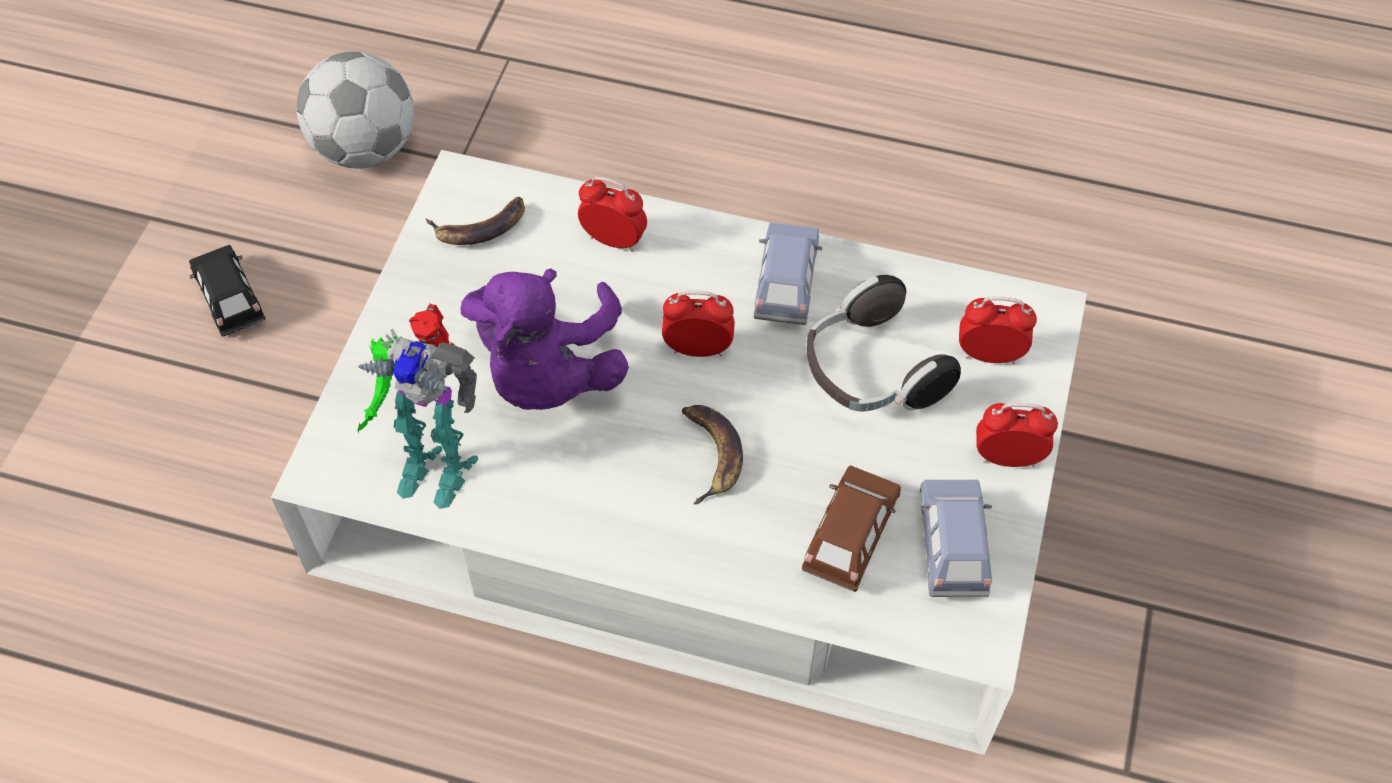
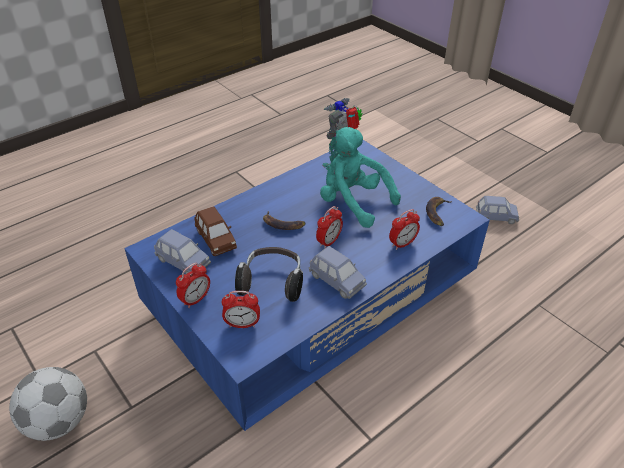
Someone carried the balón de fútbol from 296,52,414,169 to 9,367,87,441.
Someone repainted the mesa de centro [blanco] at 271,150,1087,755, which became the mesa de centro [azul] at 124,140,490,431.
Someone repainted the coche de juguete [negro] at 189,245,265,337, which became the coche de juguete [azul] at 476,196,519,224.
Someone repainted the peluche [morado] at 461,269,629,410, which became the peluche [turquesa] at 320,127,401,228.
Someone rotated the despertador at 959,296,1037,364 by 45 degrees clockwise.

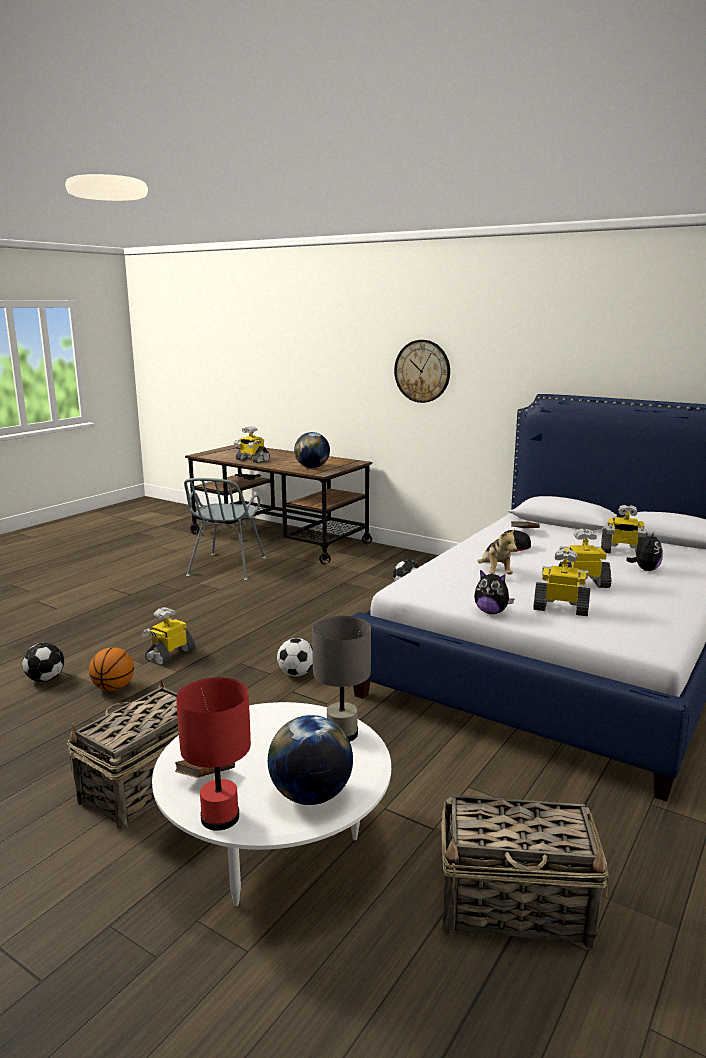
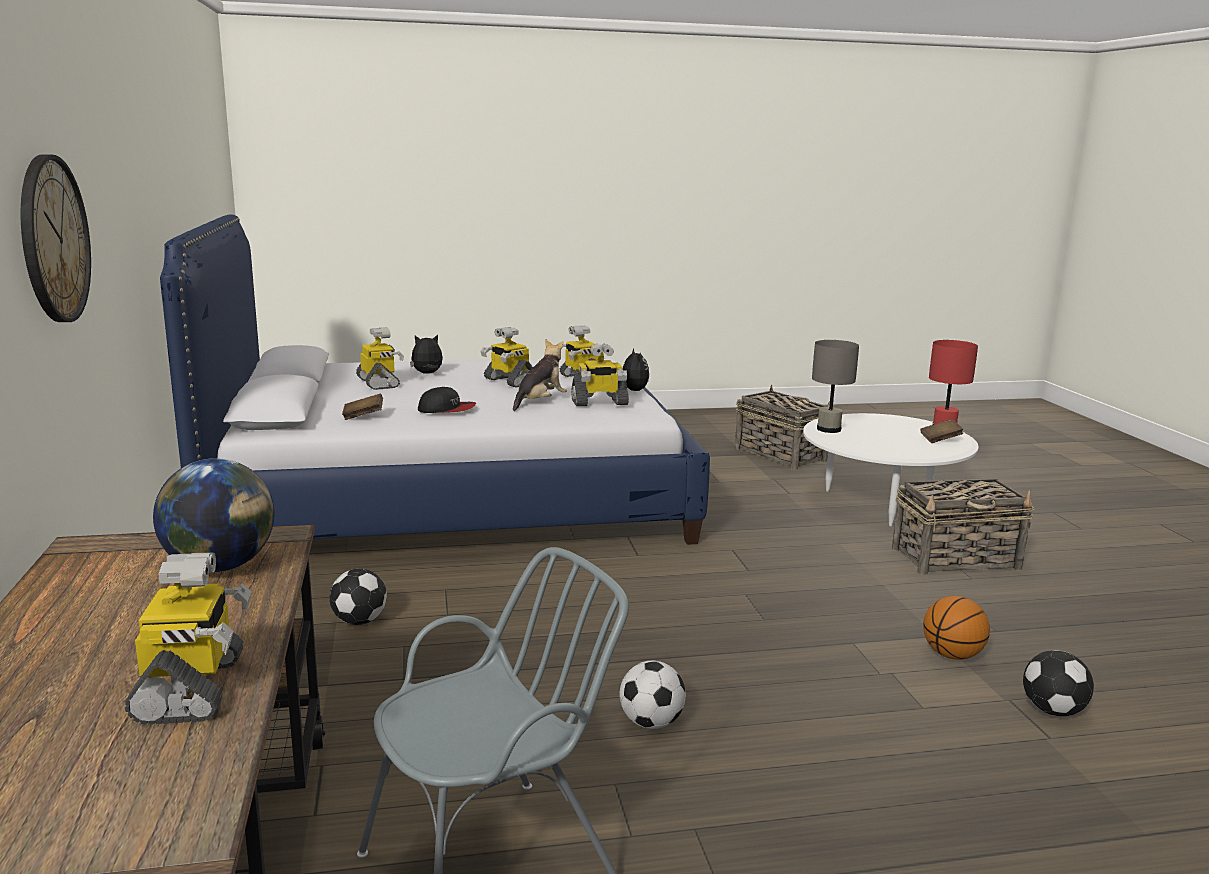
Someone carried the robot de juguete from 142,607,195,665 to 571,343,629,406.
Someone carried the balón de fútbol from 277,638,313,676 to 619,661,686,729.
Someone took away the globo terráqueo at 268,715,353,805.

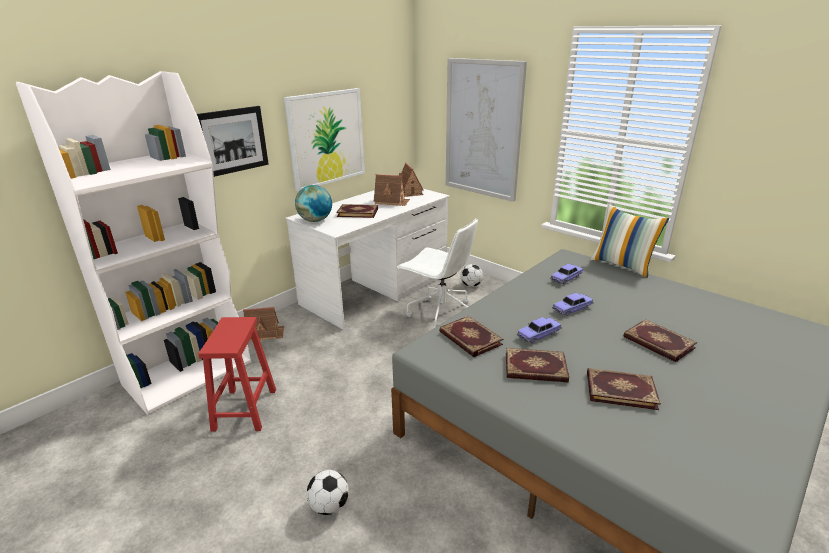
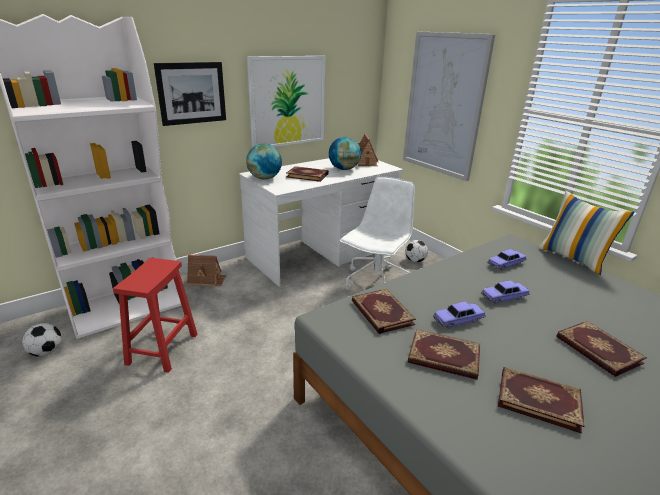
Someone swapped the casita at 374,174,410,206 for the globo terráqueo at 329,137,361,170.
Someone rotated the silla de oficina [blanco] at 397,218,478,329 by 105 degrees counterclockwise.
Someone carried the balón de fútbol from 306,470,349,515 to 22,323,62,357.

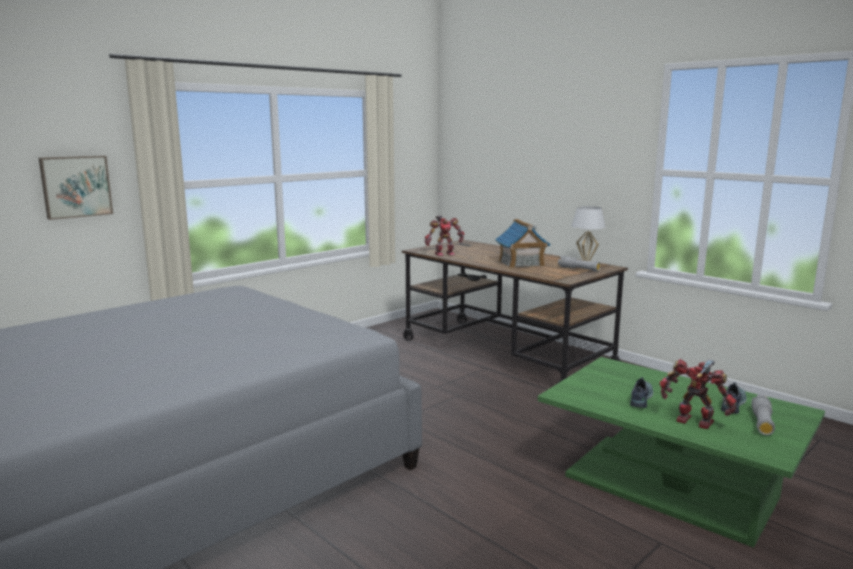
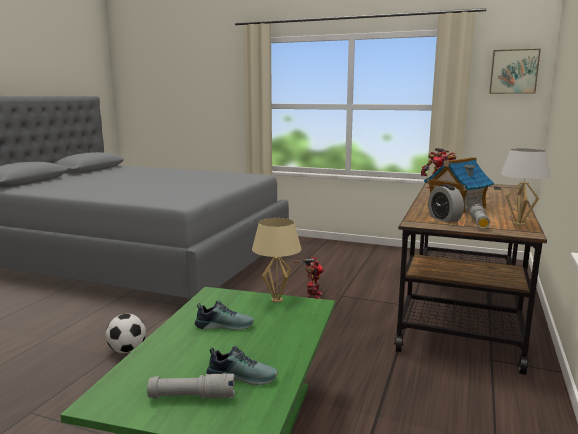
Someone carried the cuadro from 39,156,113,220 to 489,49,541,94.
Someone carried the robot de juguete from 660,359,737,429 to 294,257,324,299.
Someone put down the despertador at 428,184,464,223.
Someone put down the lámpara de mesa [beis] at 252,218,301,303.
Someone put down the balón de fútbol at 106,314,146,353.

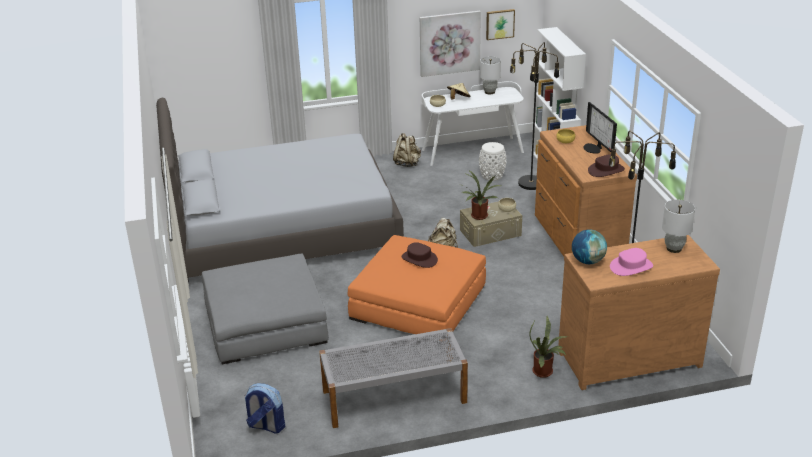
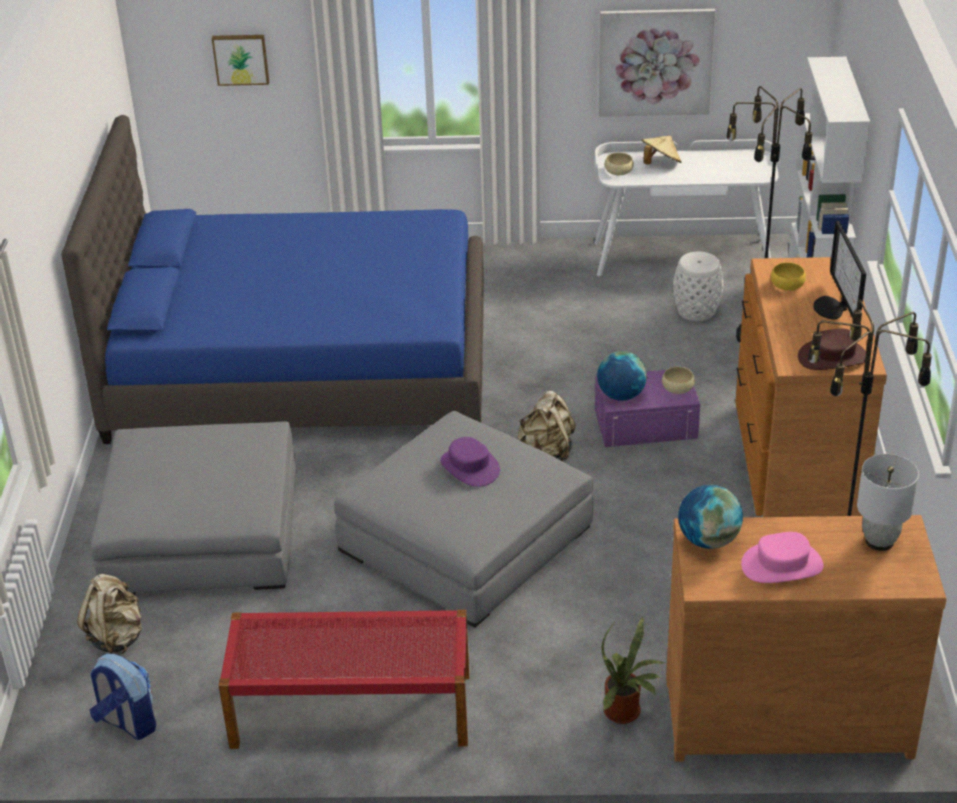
Someone carried the cuadro from 486,9,515,40 to 212,35,269,86.
Someone took away the lámpara de mesa [blanco] at 480,56,501,94.
Someone repainted the cama [gris] at 156,98,404,284, which became the cama [azul] at 61,115,484,444.
Someone carried the mochila [beis] from 393,133,421,167 to 77,574,142,654.
Someone swapped the planta en maceta at 462,170,501,220 for the globo terráqueo at 597,351,647,401.
Someone repainted the caja de almacenaje [beis] at 460,201,522,247, which became the caja de almacenaje [morado] at 595,368,700,447.
Someone repainted the puf [naranja] at 348,235,486,343, which became the puf [gris] at 334,411,593,628.
Someone repainted the sombrero [marrón] at 402,242,438,268, which became the sombrero [morado] at 440,437,500,487.
Someone repainted the banco [gris] at 319,328,468,428, which became the banco [rojo] at 219,610,469,749.

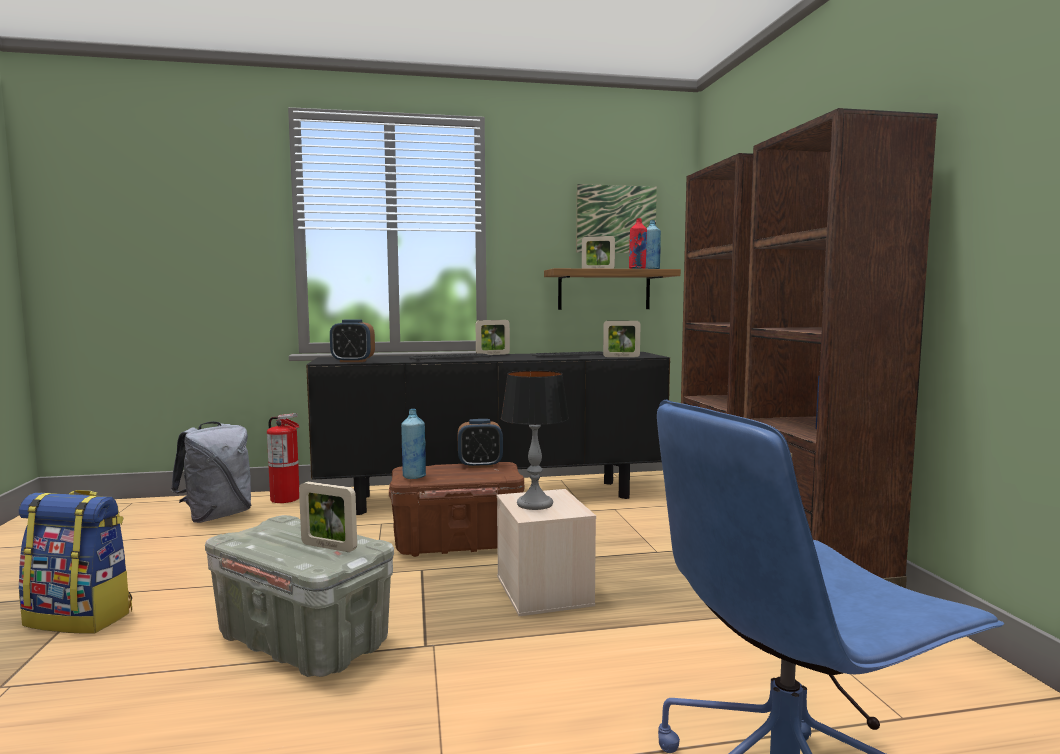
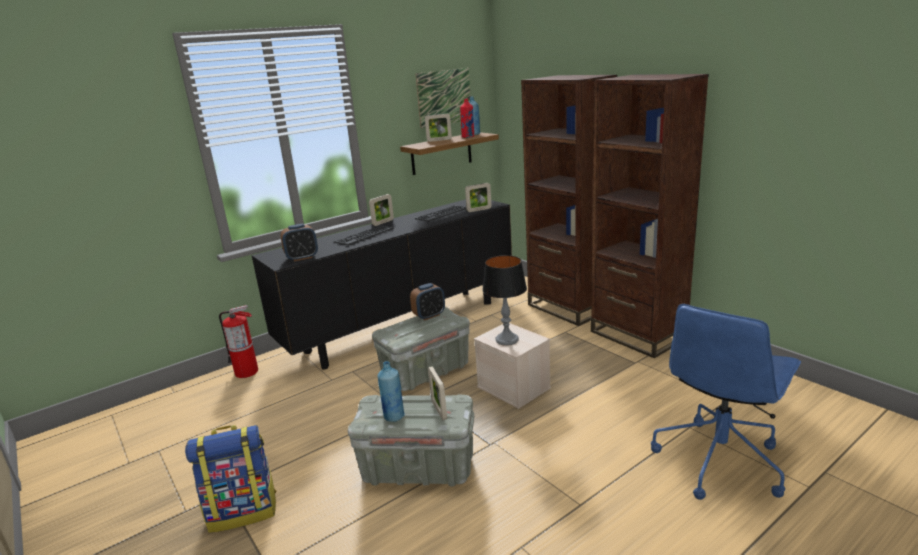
Someone carried the botella [azul] from 401,409,426,479 to 377,361,405,422.
Someone took away the mochila [gris] at 170,421,252,523.
Someone repainted the caja de almacenaje [marrón] at 389,462,524,557, which became the caja de almacenaje [gris] at 372,307,470,391.
Someone rotated the portarretratos at 299,482,357,552 by 75 degrees clockwise.

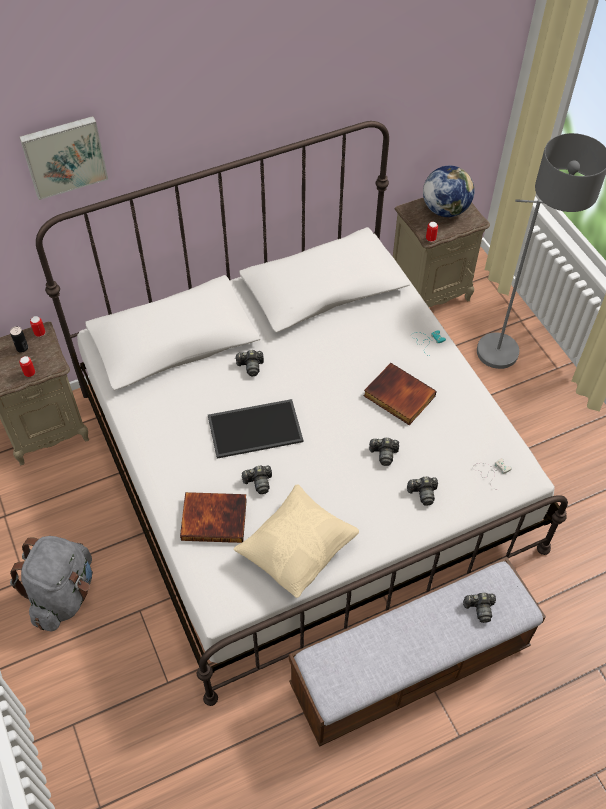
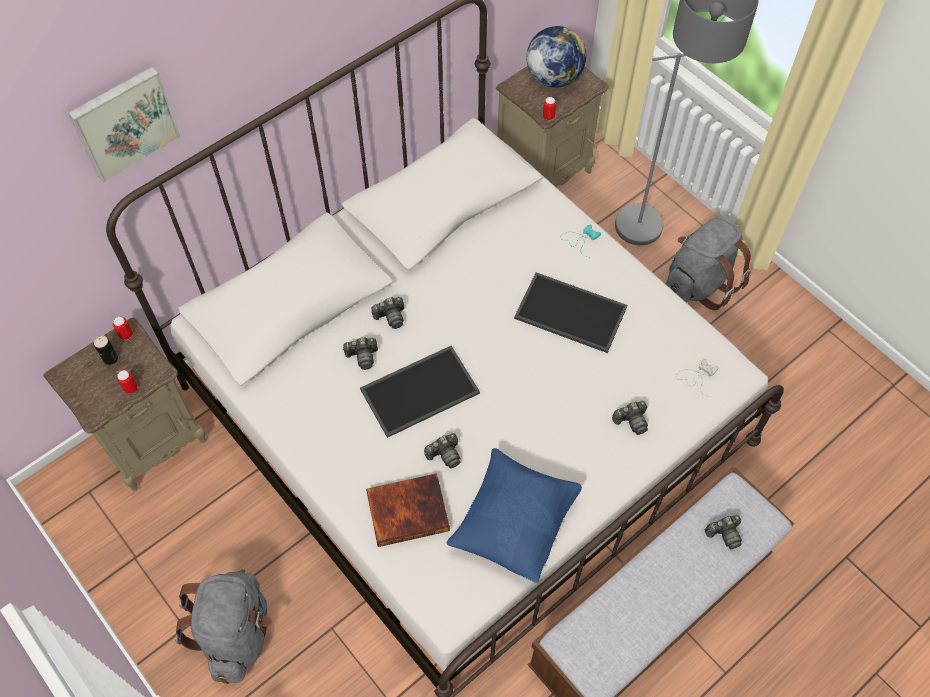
Someone swapped the libro at 364,363,437,425 for the bandeja at 514,272,628,353.
Someone carried the cámara from 369,438,399,466 to 343,337,378,370.
Someone repainted the cojín [beis] at 234,484,359,598, which became the cojín [azul] at 446,448,582,583.
Someone put down the mochila [gris] at 666,217,751,310.

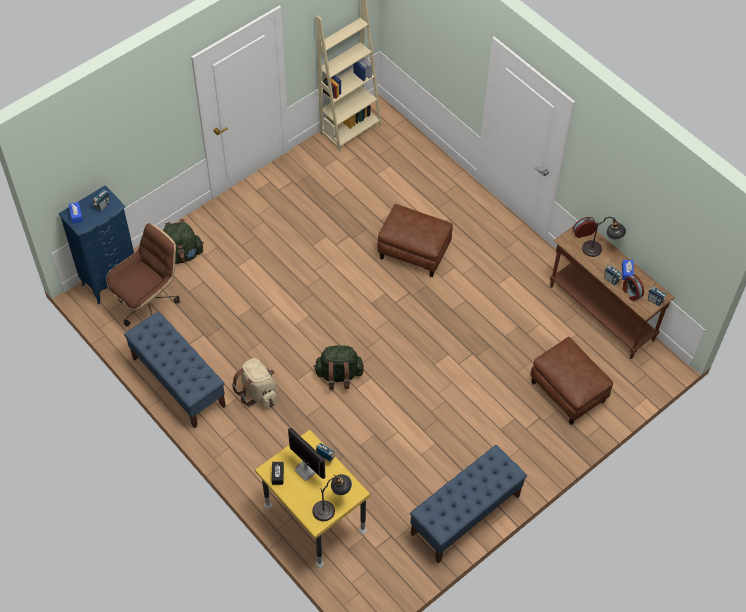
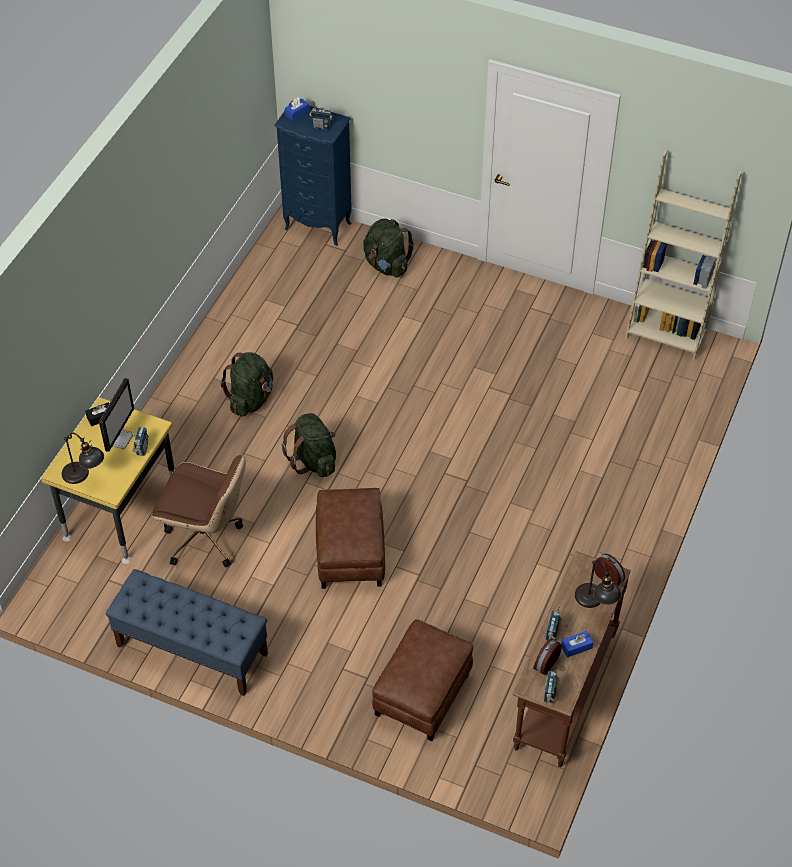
Someone carried the puf [marrón] from 377,204,453,277 to 316,488,385,589.
Someone carried the silla de oficina [marrón] from 106,223,180,326 to 152,455,246,567.
Someone took away the banco [azul] at 124,312,226,429.
Someone repainted the mochila [beis] at 232,358,277,408, which became the mochila [verde] at 220,352,273,417.

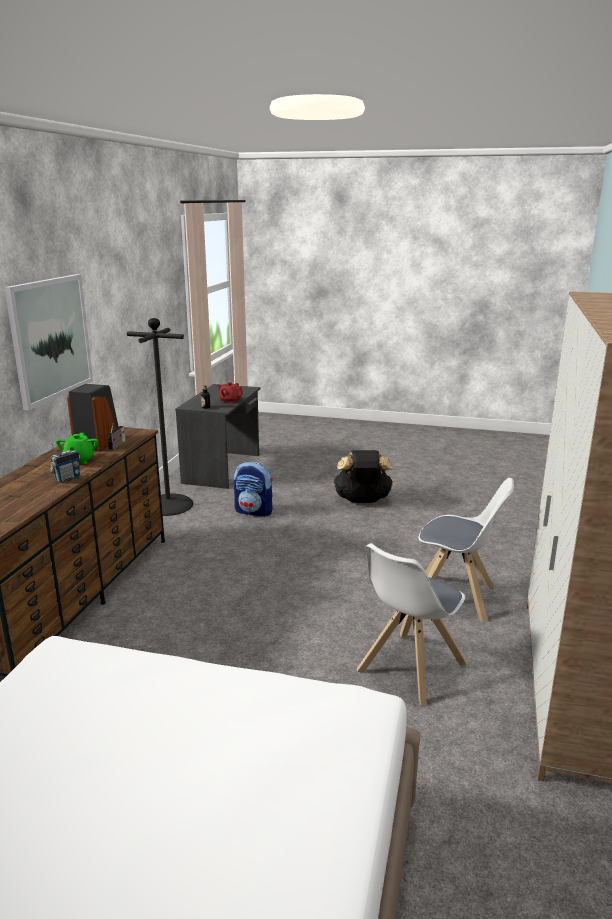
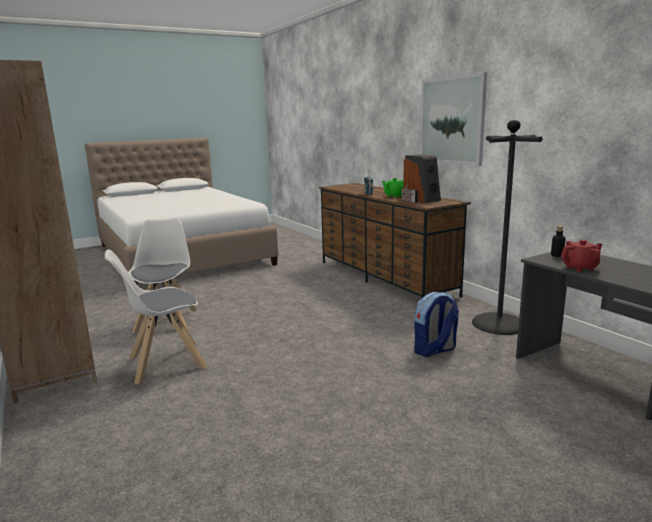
Someone took away the mochila [negro] at 333,450,393,503.

